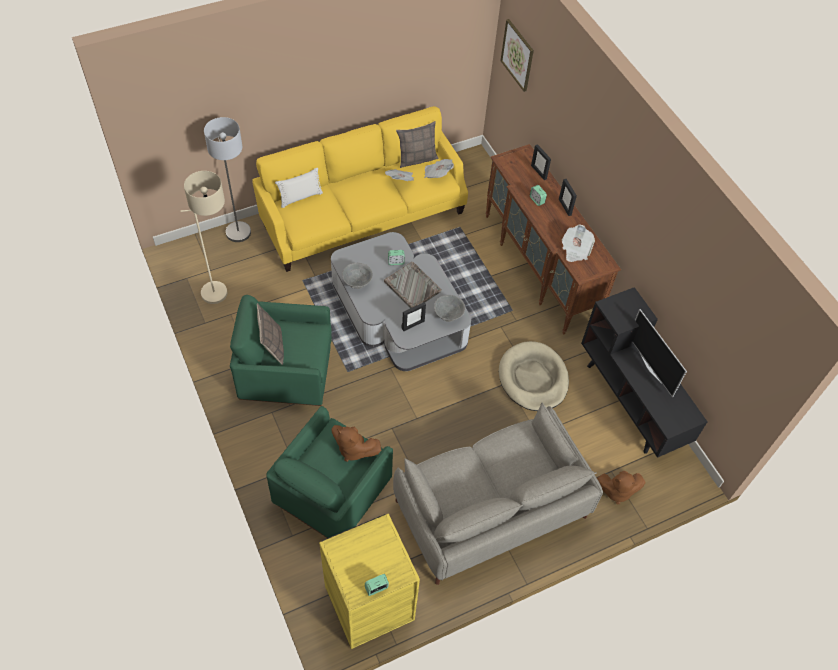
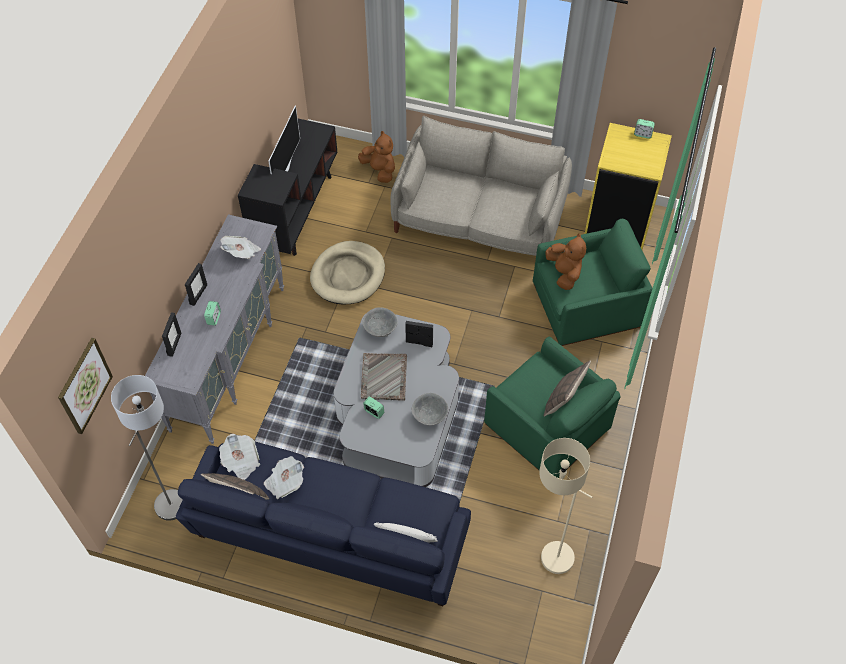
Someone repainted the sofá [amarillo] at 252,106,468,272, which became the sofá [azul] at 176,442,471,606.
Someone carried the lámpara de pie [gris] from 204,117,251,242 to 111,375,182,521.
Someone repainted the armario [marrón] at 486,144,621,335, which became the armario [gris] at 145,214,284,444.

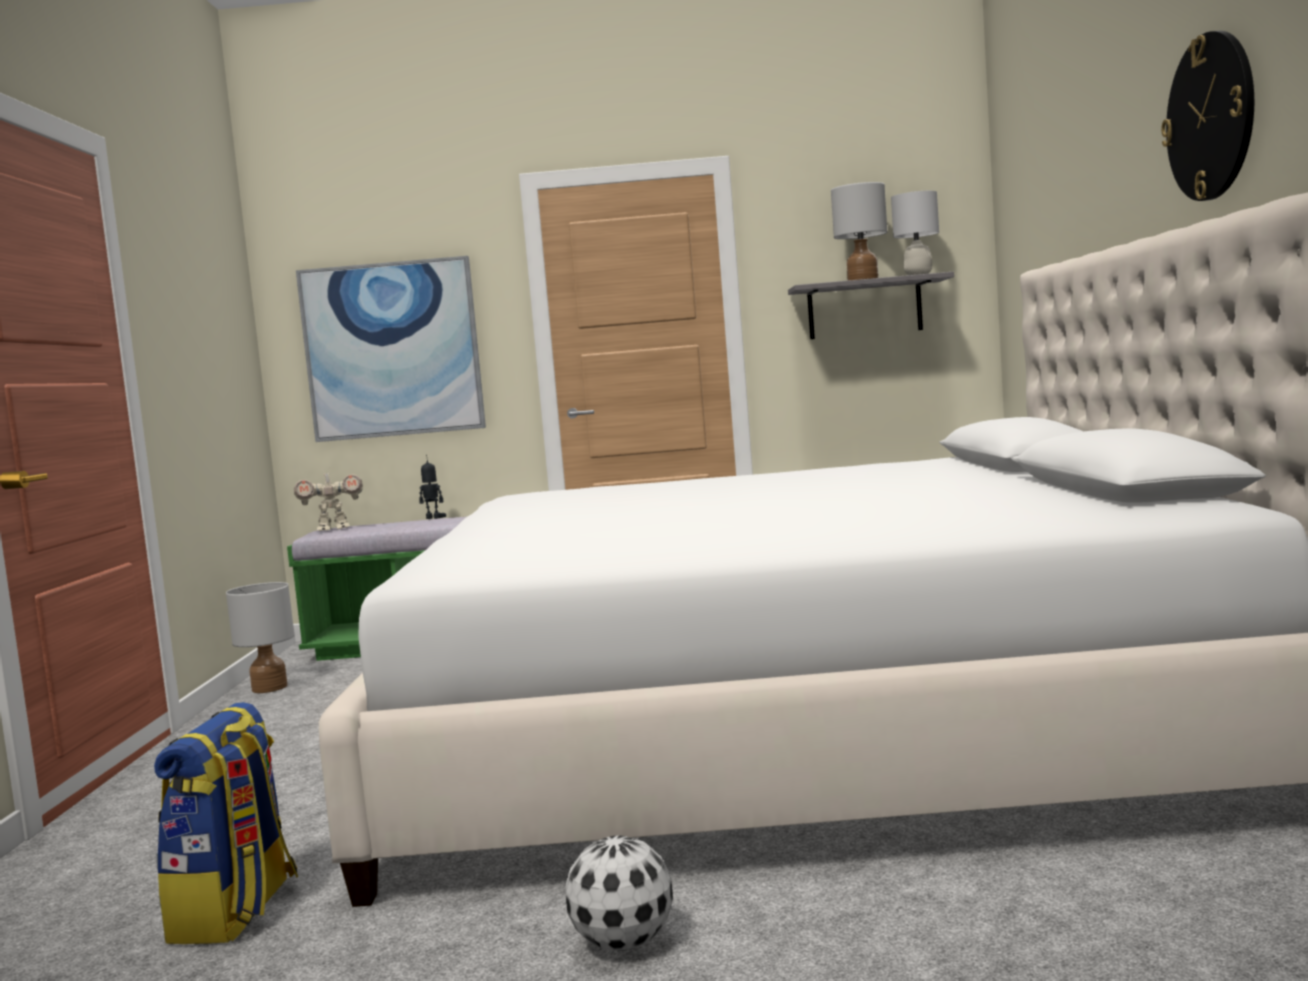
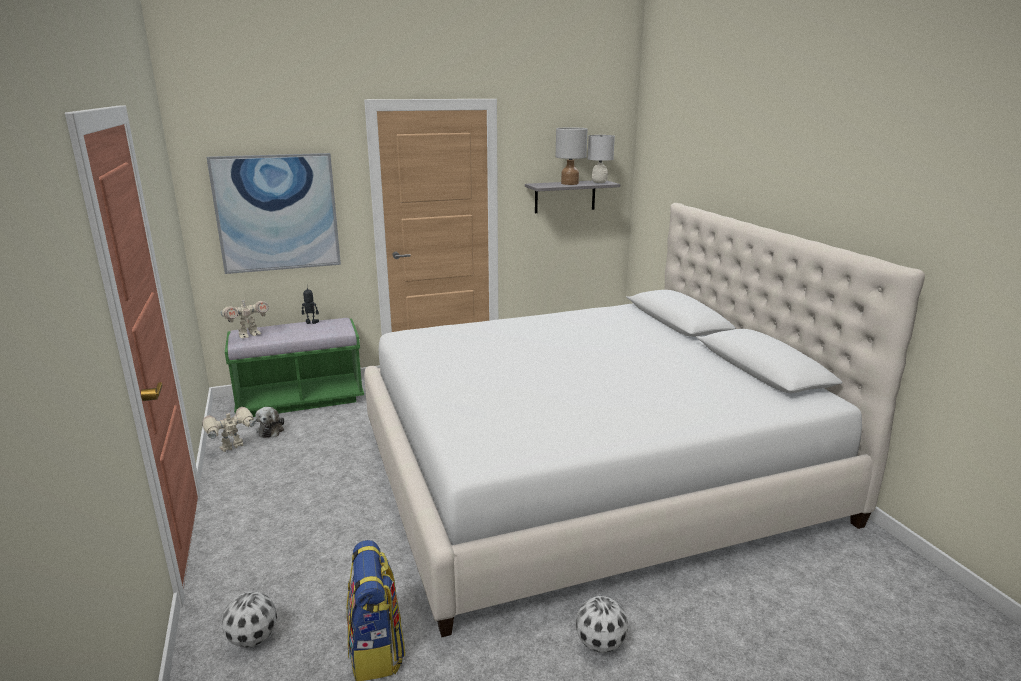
Someone took away the reloj de pared at 1161,31,1254,201.
Someone swapped the lámpara de mesa [gris] at 226,582,294,693 for the robot de juguete at 202,407,256,452.
Someone put down the peluche at 255,407,284,438.
Someone put down the balón de fútbol at 222,591,277,648.

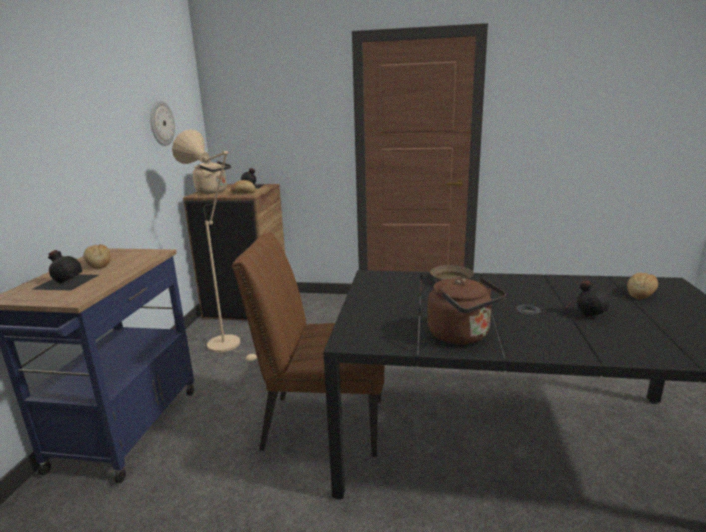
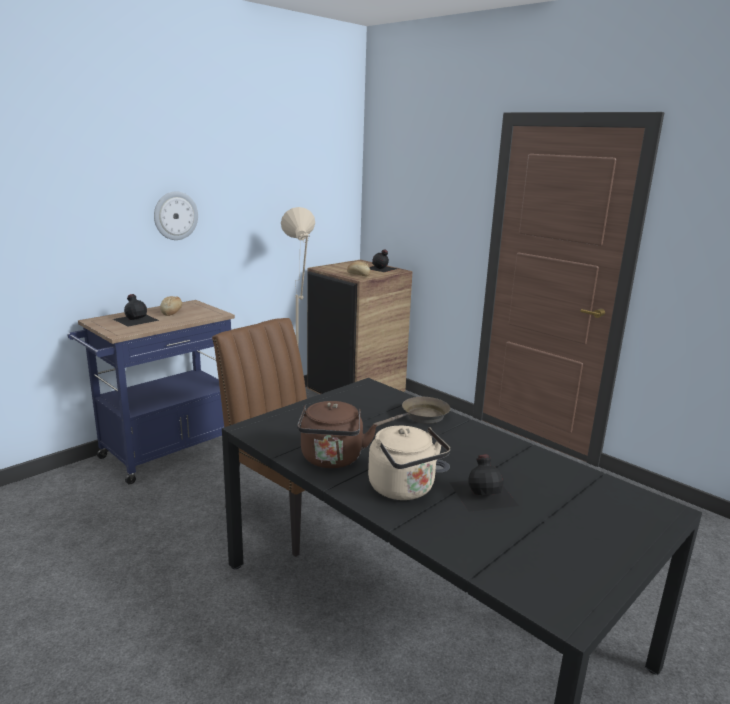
Someone carried the reloj de pared from 150,101,175,146 to 154,191,198,240.
Someone carried the hervidor [beis] from 192,161,231,194 to 368,426,450,500.
Someone took away the pan at 627,273,658,299.

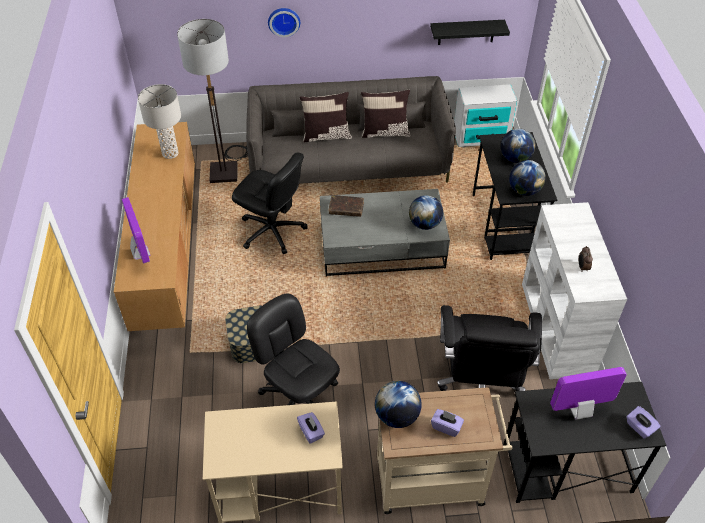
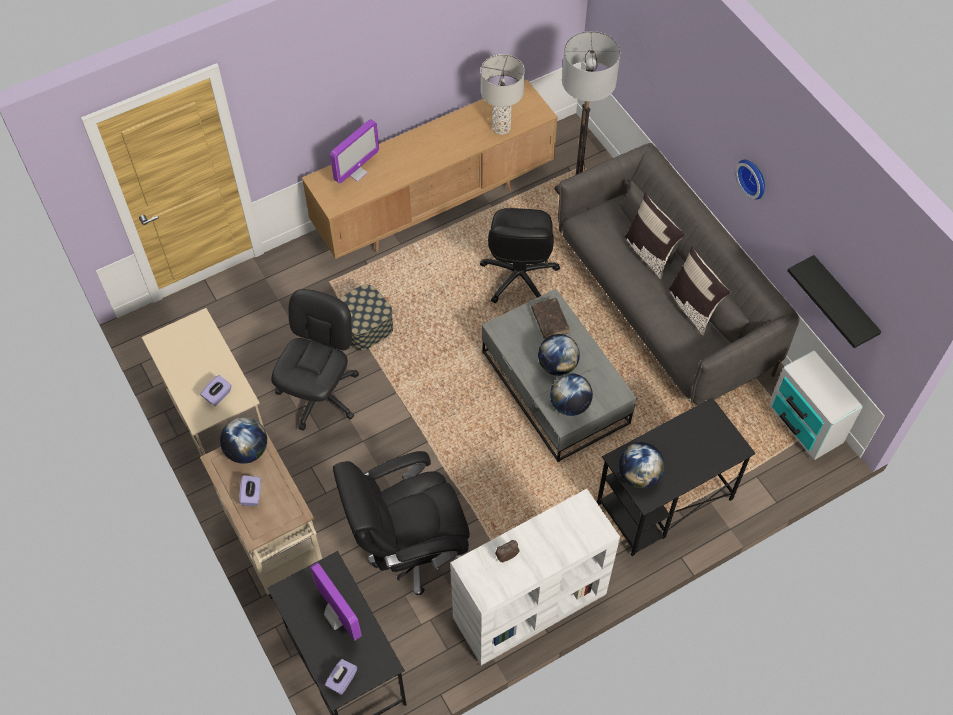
Someone carried the reloj de pared from 268,8,300,37 to 735,160,765,200.
Someone carried the globo terráqueo from 501,129,535,163 to 538,334,580,376.

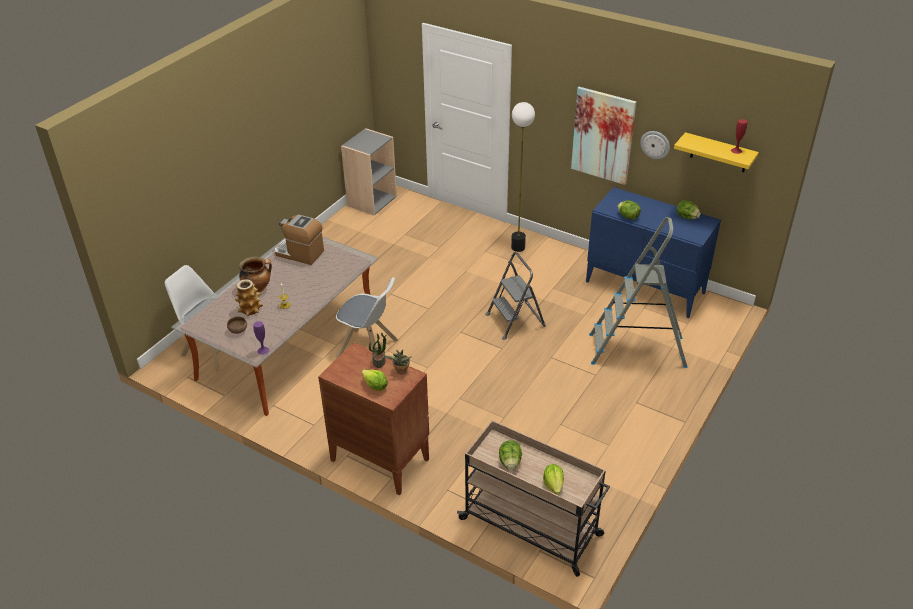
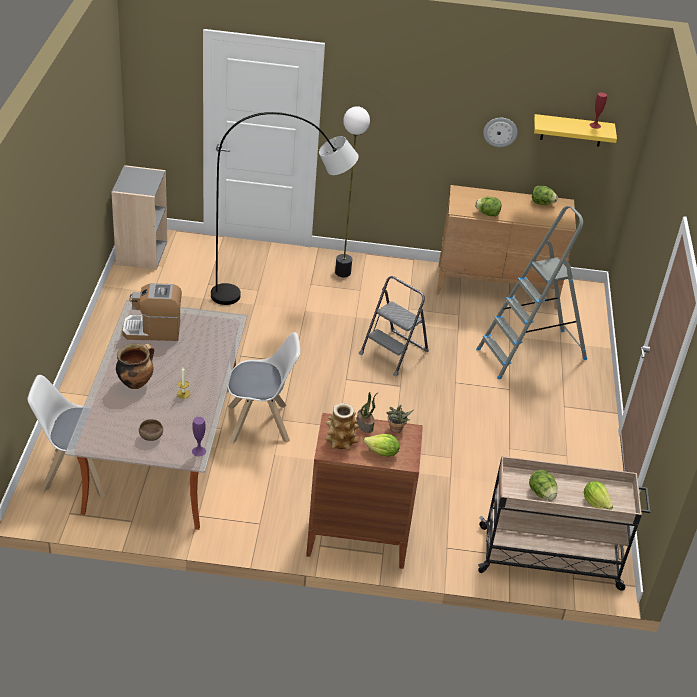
Someone took away the cuadro at 571,87,636,185.
Someone repainted the armario [azul] at 586,187,721,318, which became the armario [marrón] at 436,185,576,309.
Someone carried the florero from 235,279,263,316 to 325,403,359,450.
Someone put down the lámpara de pie [gris] at 211,112,359,305.

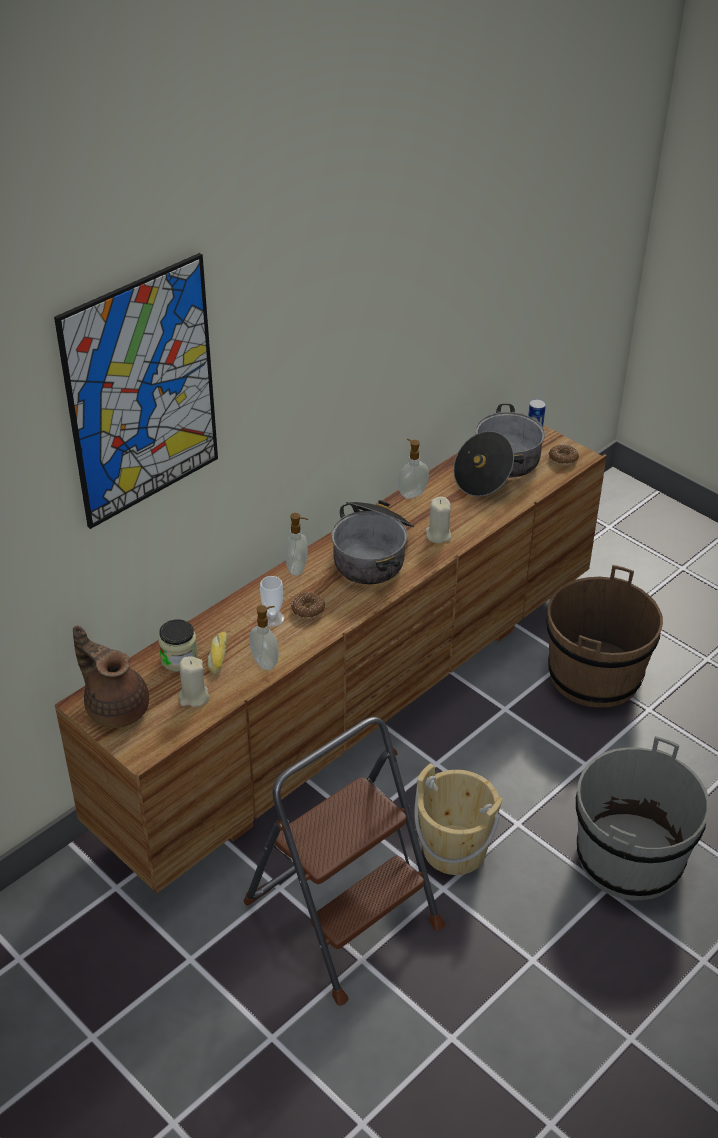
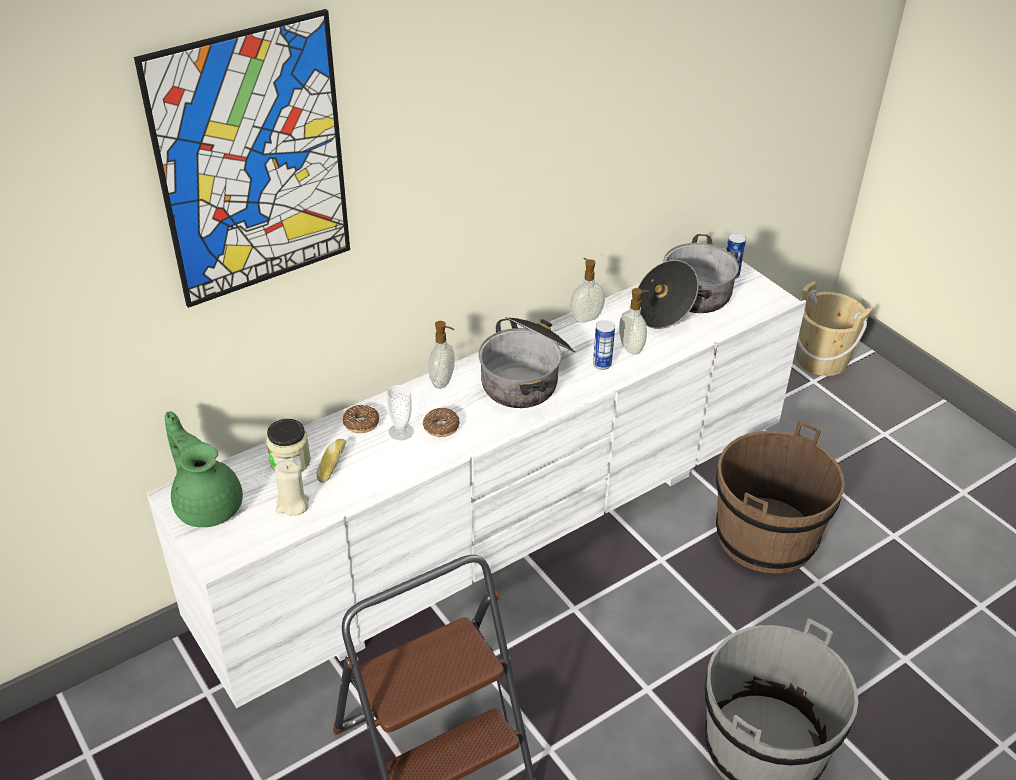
Someone repainted the armario [marrón] at 55,413,607,893, which became the armario [blanco] at 147,248,806,708.
Someone carried the rosquilla from 548,445,579,466 to 342,405,379,433.
Someone swapped the vela [beis] at 425,497,451,543 for the lata at 593,320,615,370.
Someone carried the dispensador de jabón from 249,605,279,670 to 619,288,649,355.
Someone repainted the tetera [marrón] at 73,625,149,728, which became the tetera [verde] at 165,411,243,527.
Someone carried the cubo [beis] from 414,763,503,875 to 796,281,872,376.

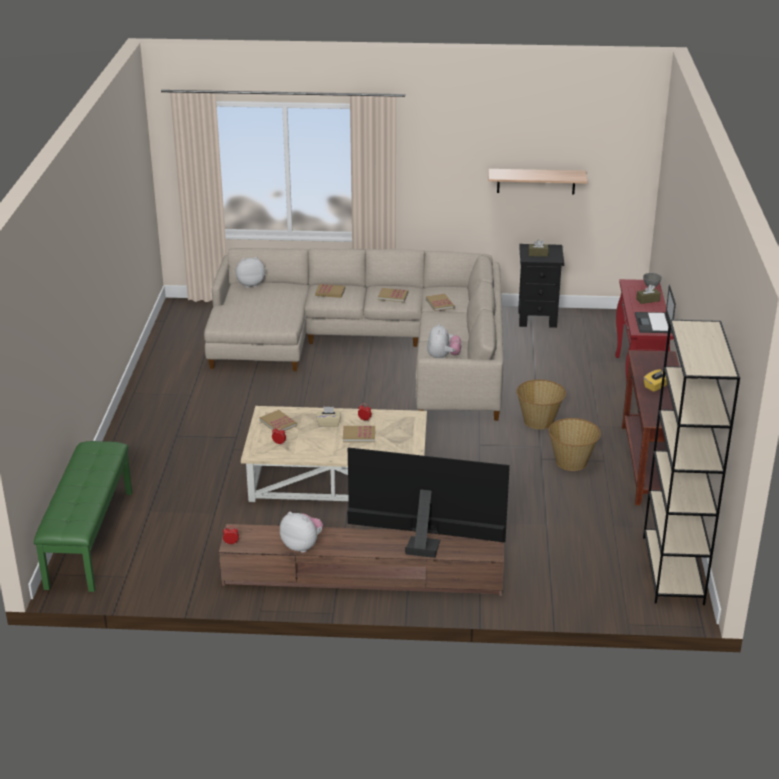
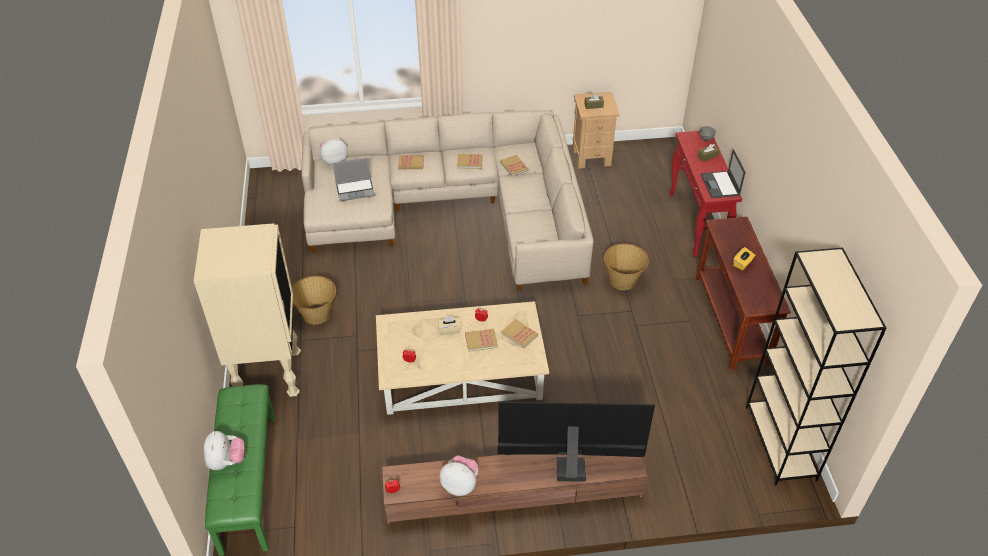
Someone took away the estante at 488,169,588,195.
Someone repainted the mesita de noche [negro] at 518,244,564,328, which became the mesita de noche [beis] at 572,92,620,169.
Someone carried the peluche from 427,323,461,358 to 203,431,245,470.
Someone carried the libro from 259,410,297,431 to 501,319,538,349.
Someone carried the cesta from 549,418,601,471 to 292,276,336,324.
Someone put down the portátil at 333,158,375,201.
Someone put down the armario [beis] at 194,223,301,397.

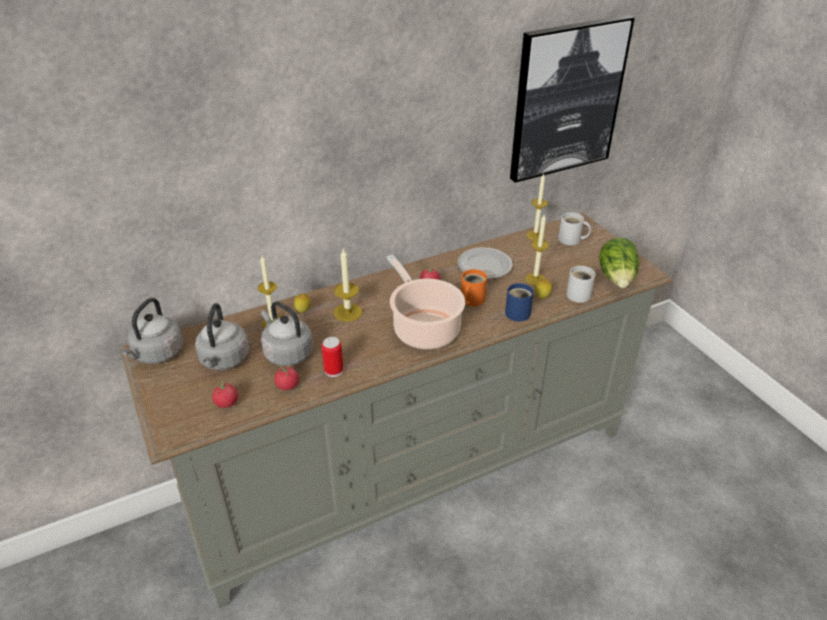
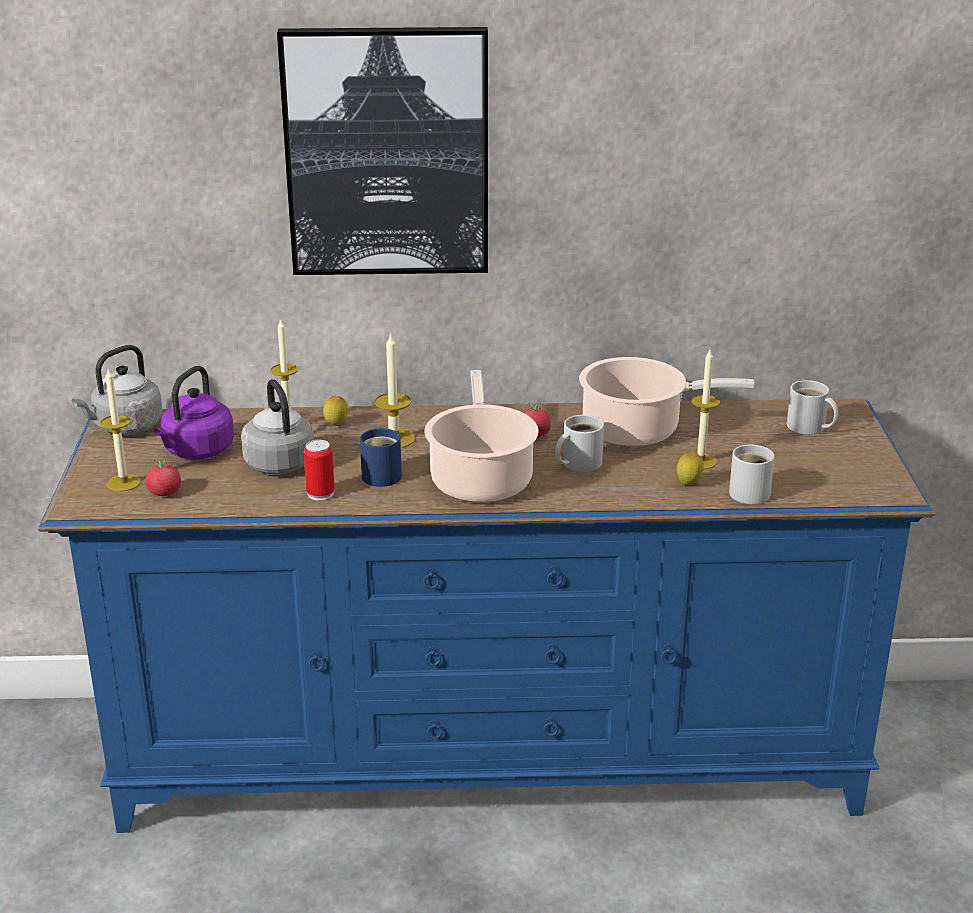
Someone carried the cuadro from 510,15,635,183 to 277,27,488,275.
Someone carried the vela from 526,173,548,241 to 101,369,141,492.
Someone repainted the armario [gris] at 120,213,674,608, which became the armario [azul] at 38,398,935,833.
Someone took away the lechuga at 599,238,640,288.
Someone swapped the plato at 457,247,512,279 for the olla at 579,357,754,447.
Someone repainted the taza grande [naranja] at 461,269,487,306, which became the taza grande [blanco] at 555,415,604,472.
Someone carried the taza grande [azul] from 505,283,534,322 to 360,428,402,487.
Someone repainted the hervidor [gris] at 195,303,249,370, which became the hervidor [morado] at 153,366,234,459.
Someone took away the tomate at 274,365,299,390.

